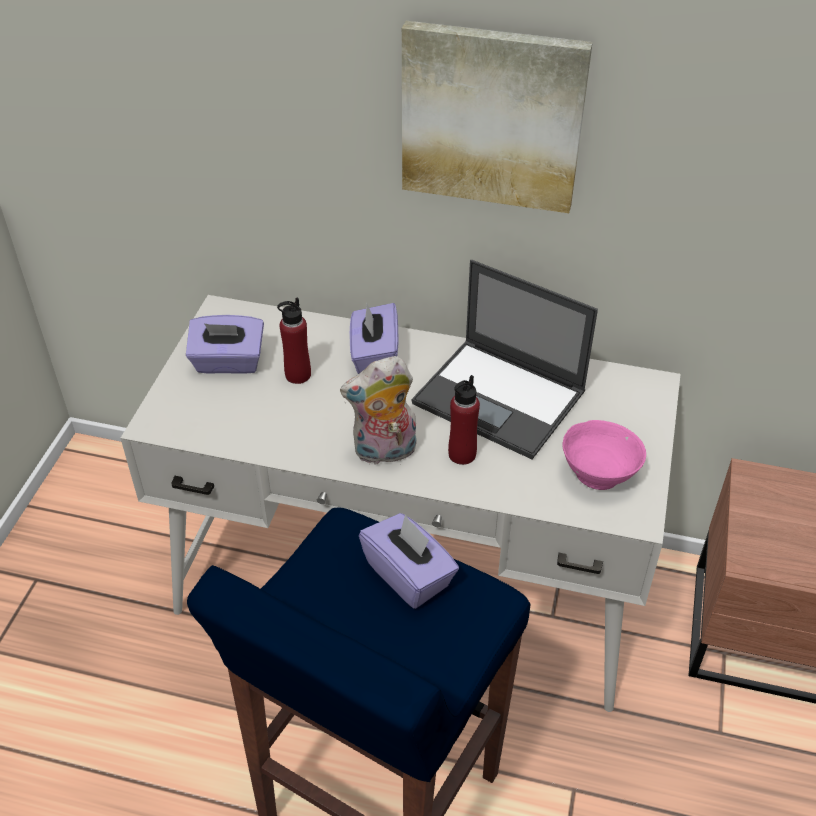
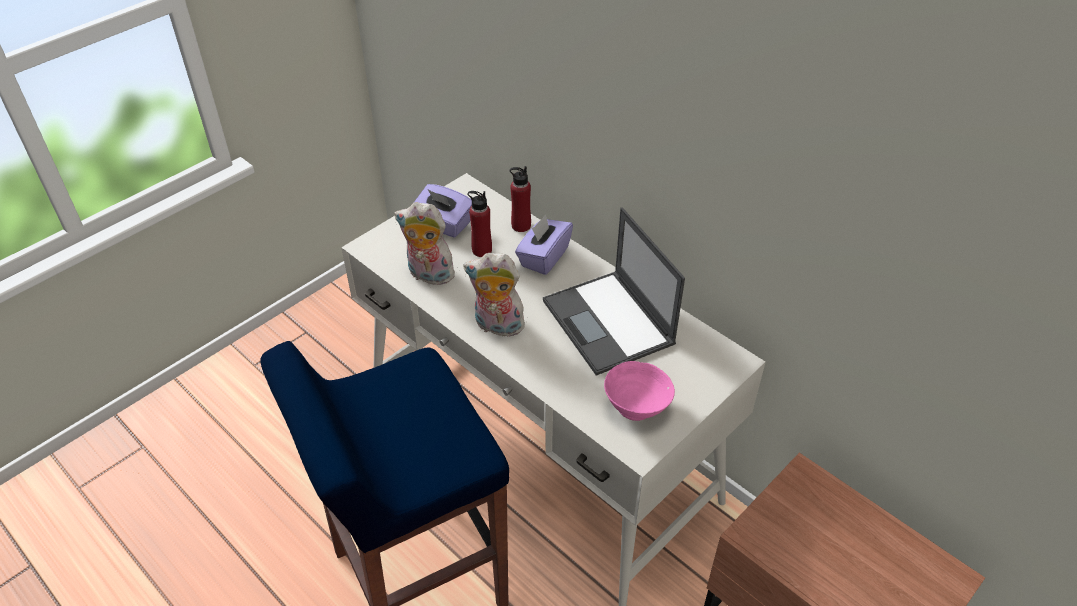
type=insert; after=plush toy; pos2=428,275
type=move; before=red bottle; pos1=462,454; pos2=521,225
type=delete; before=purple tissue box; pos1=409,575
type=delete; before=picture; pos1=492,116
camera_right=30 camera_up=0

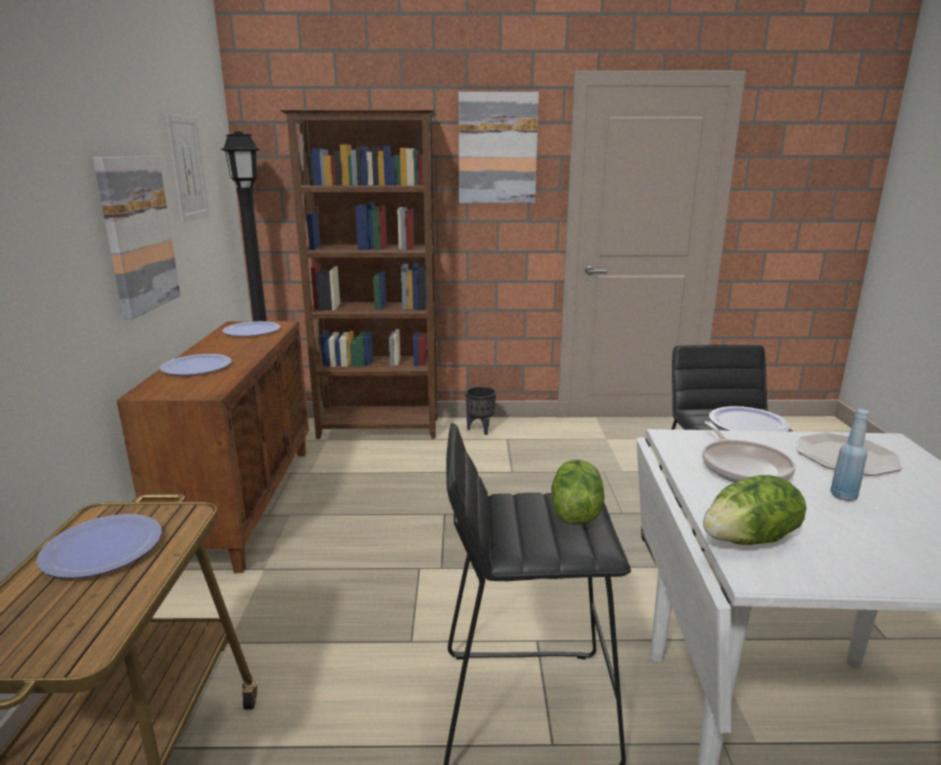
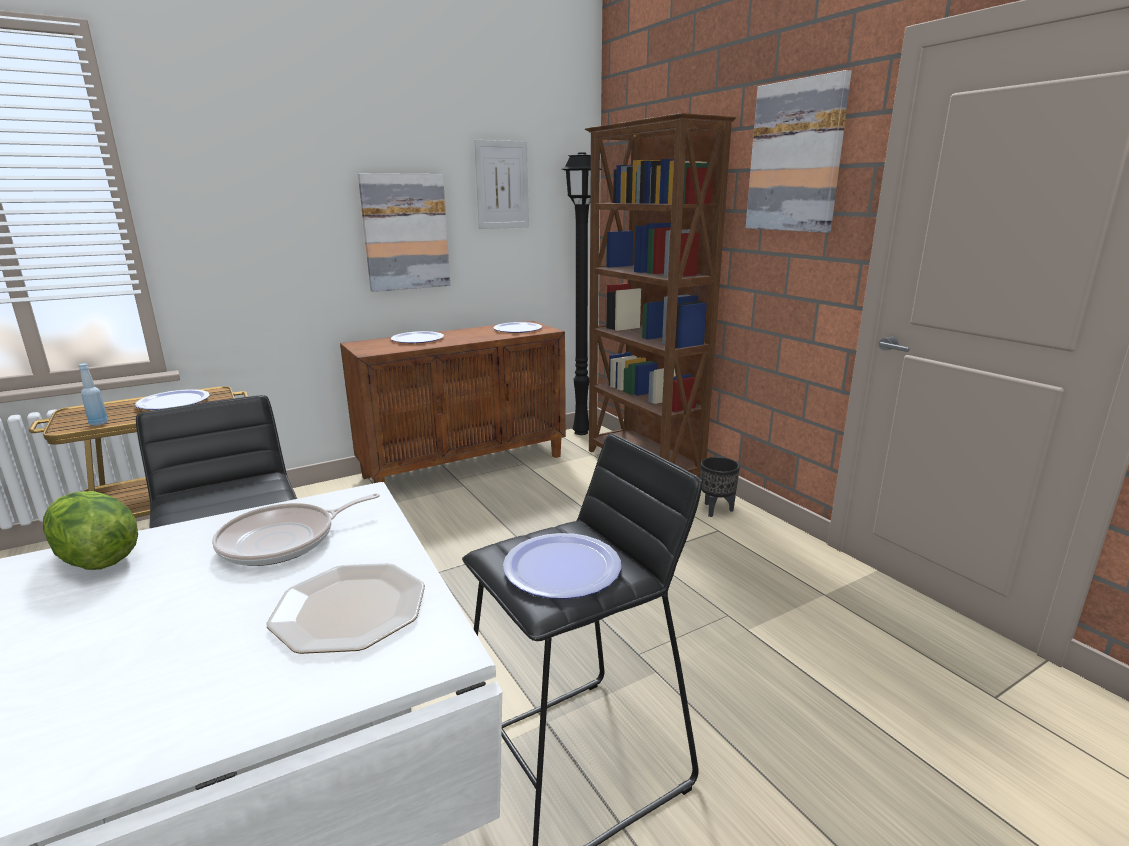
type=move; before=blue bottle; pos1=843,496; pos2=98,423
type=delete; before=lettuce; pos1=574,512
camera_right=60 camera_up=0

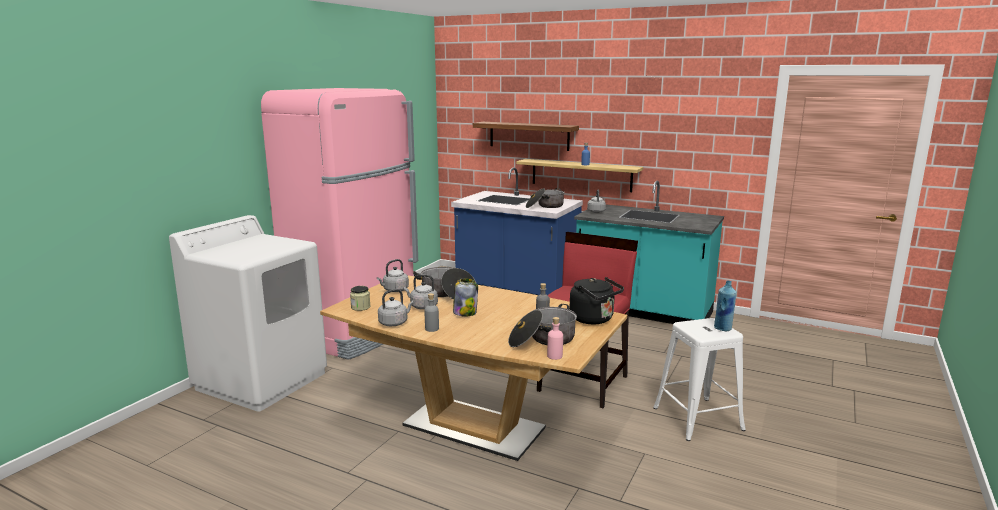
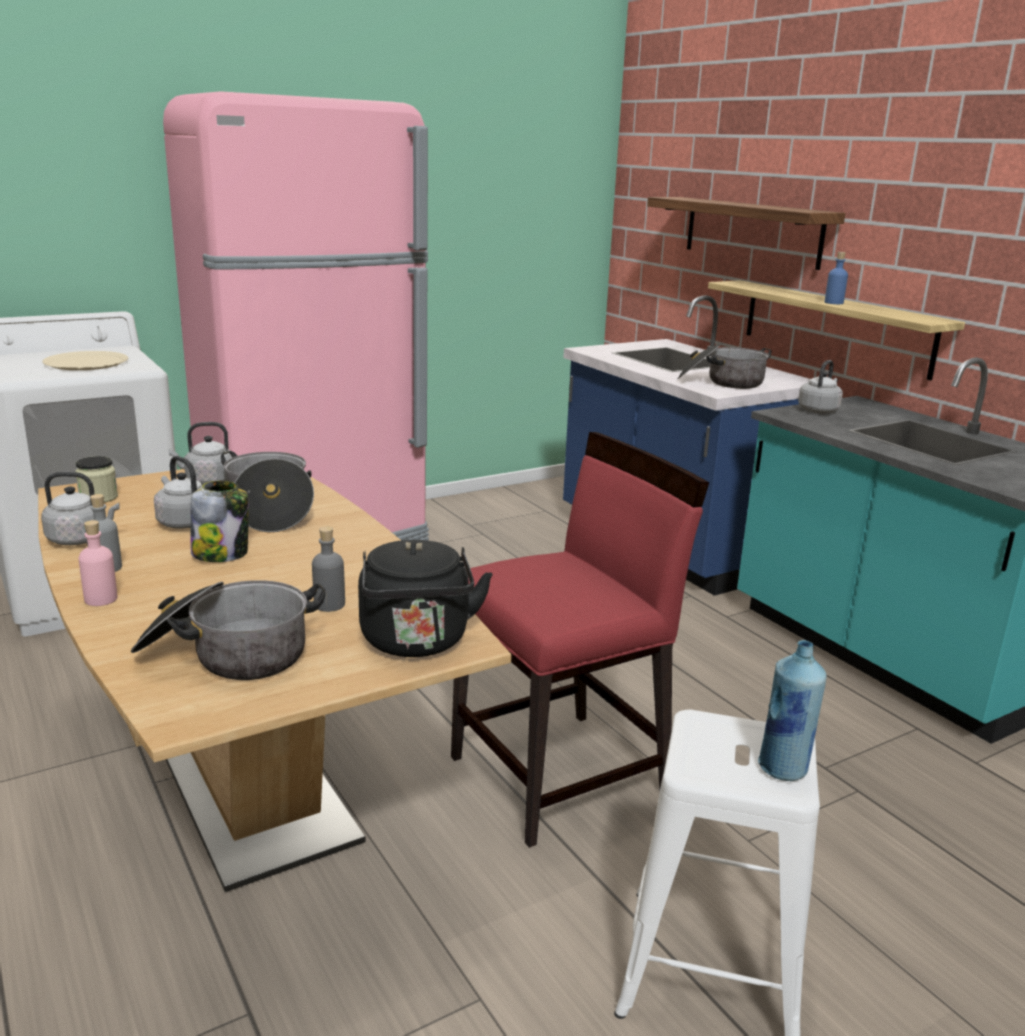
type=insert; after=beige plate; pos2=86,362
type=move; before=pink bottle; pos1=554,356; pos2=101,599
camera_right=30 camera_up=5

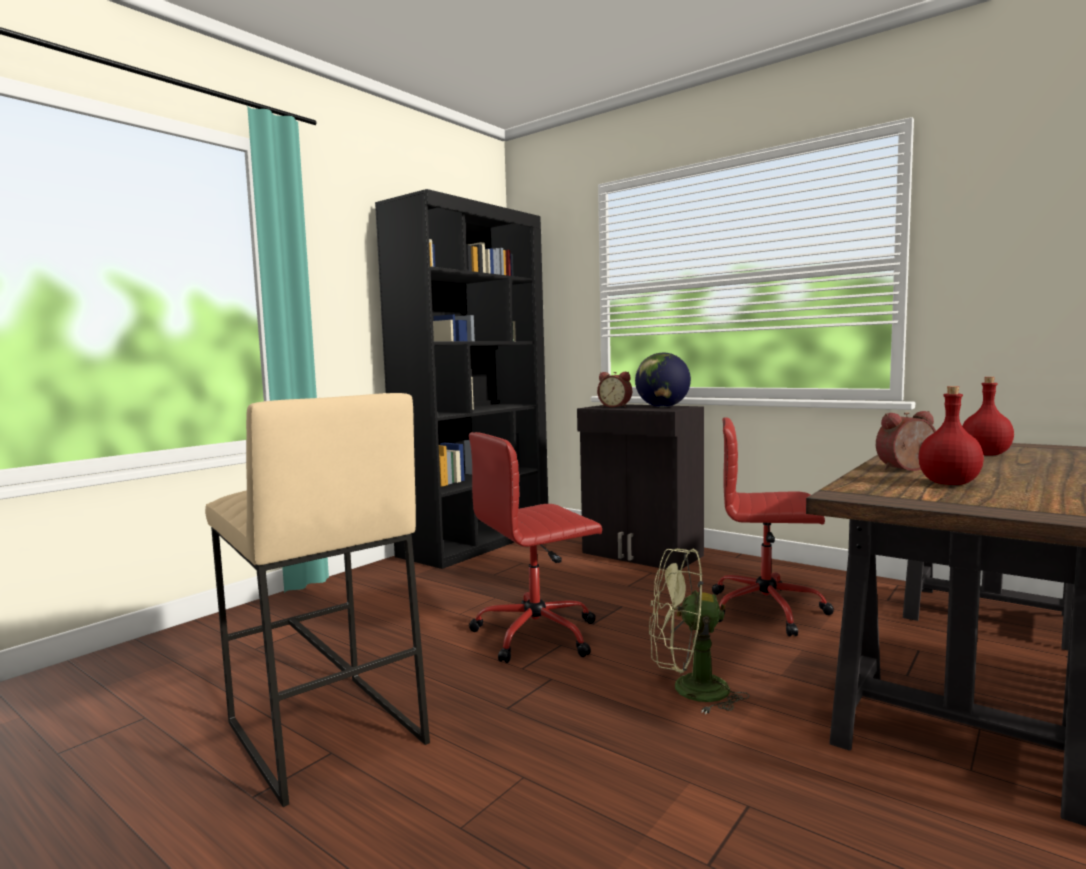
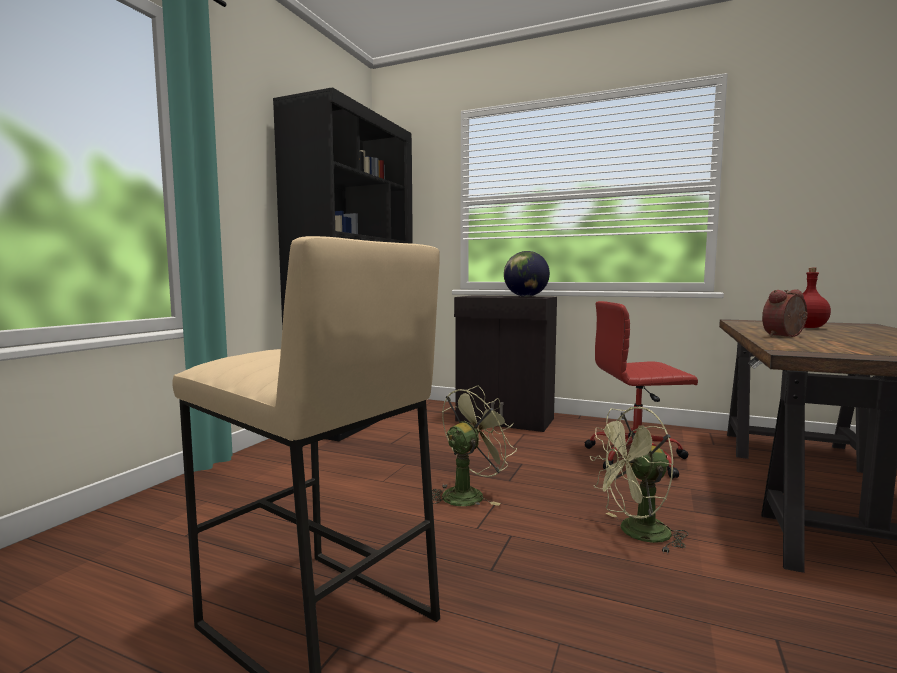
type=replace; before=red office chair; after=green fan; pos1=538,634; pos2=468,494
type=delete; before=alarm clock; pos1=615,406
type=delete; before=red bottle; pos1=947,483
camera_right=-15 camera_up=0

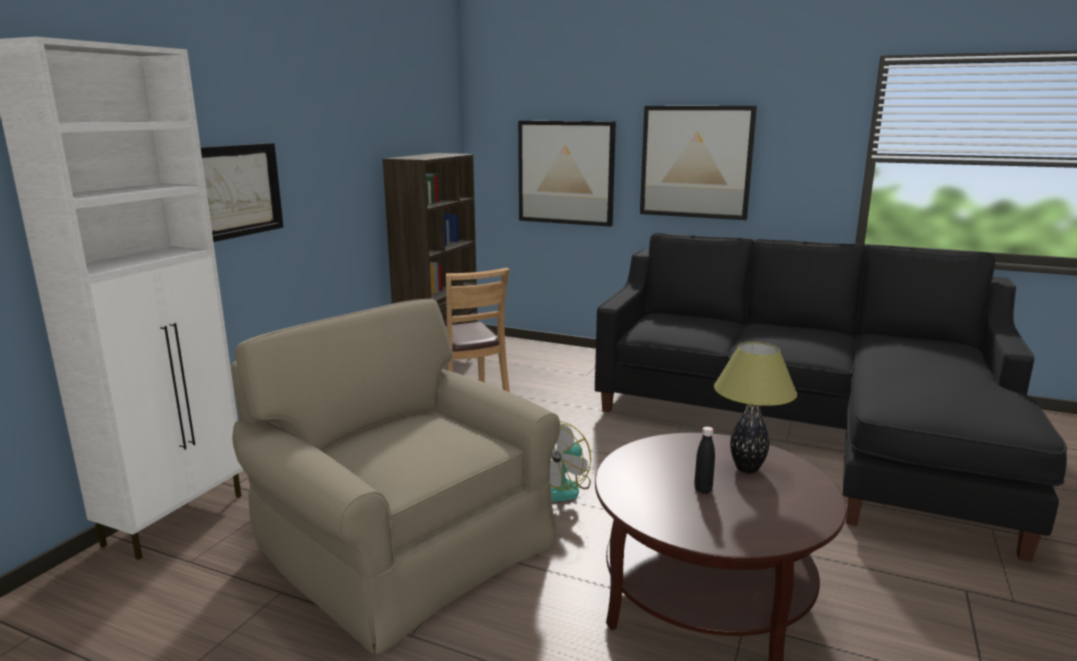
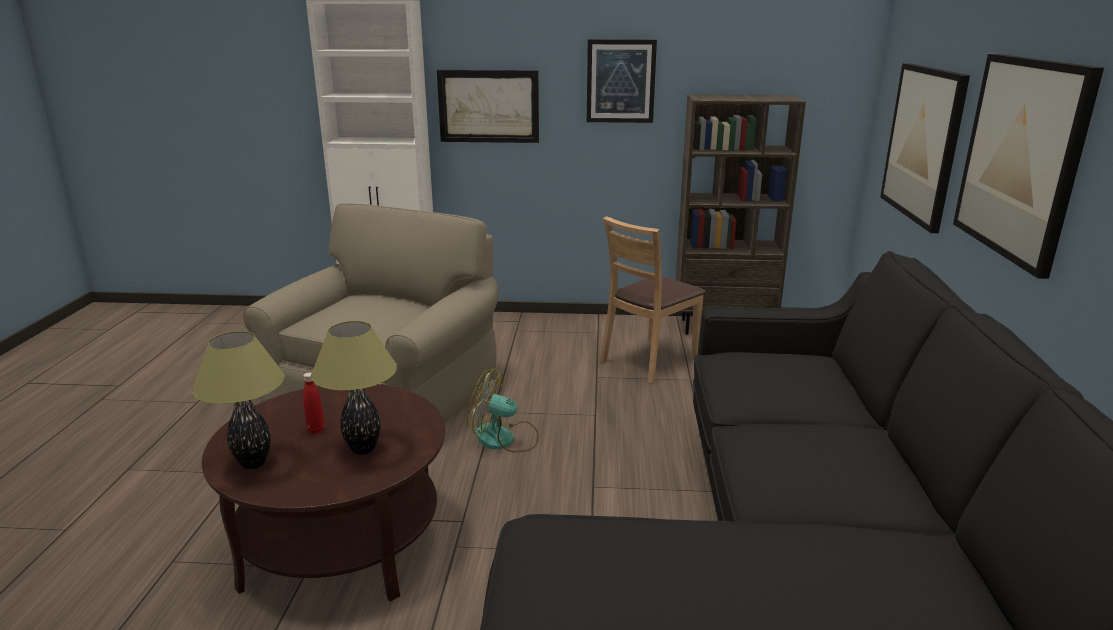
type=insert; after=table lamp; pos2=254,464
type=recolor; before=black bottle; after=red bottle; pos1=703,489; pos2=316,430
type=insert; after=picture; pos2=620,81
camera_right=70 camera_up=5

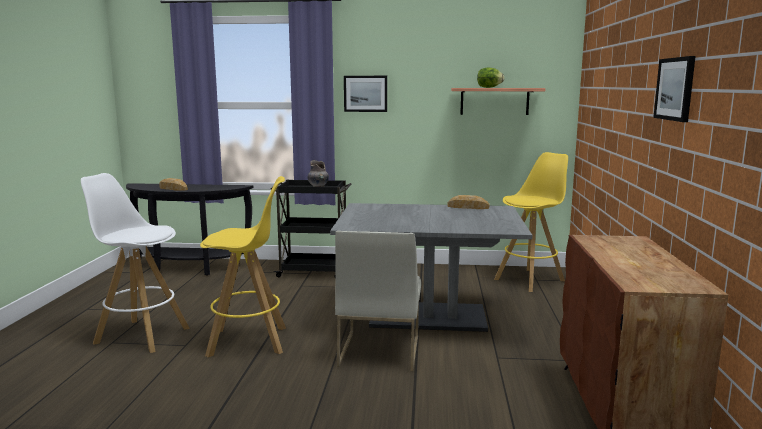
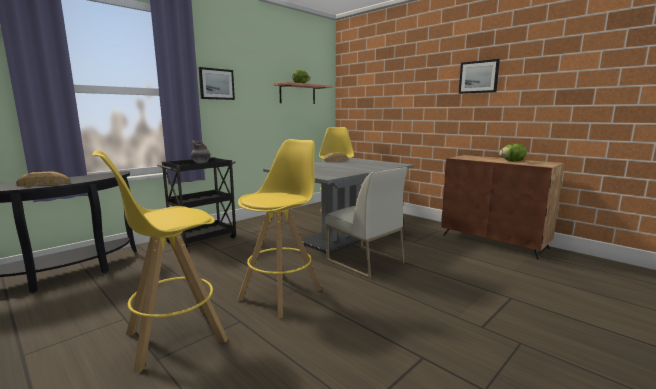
type=recolor; before=white stool; after=yellow stool; pos1=141,335; pos2=174,337
type=insert; after=lettuce; pos2=512,161
camera_right=-50 camera_up=0

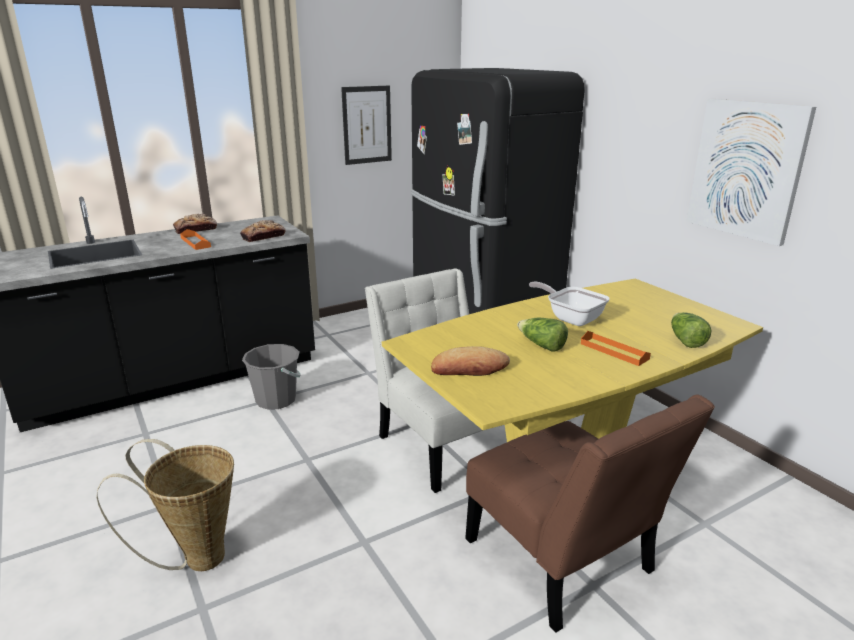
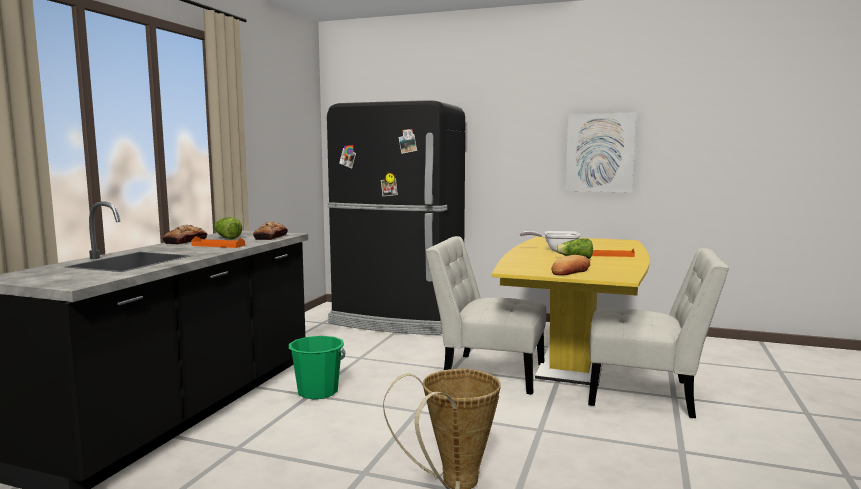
type=move; before=lettuce; pos1=685,340; pos2=227,238
type=recolor; before=grey bucket; after=green bucket; pos1=276,400; pos2=318,392
type=recolor; before=brown chair; after=white chair; pos1=564,563; pos2=647,395
type=delete; before=picture; pos1=367,125
camera_right=-40 camera_up=-15

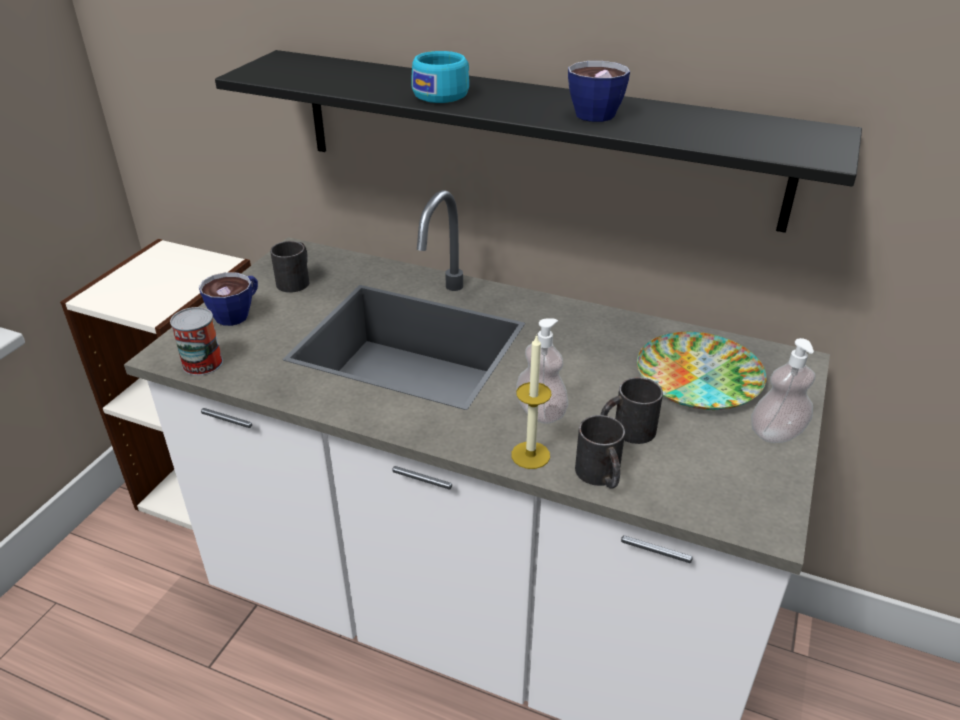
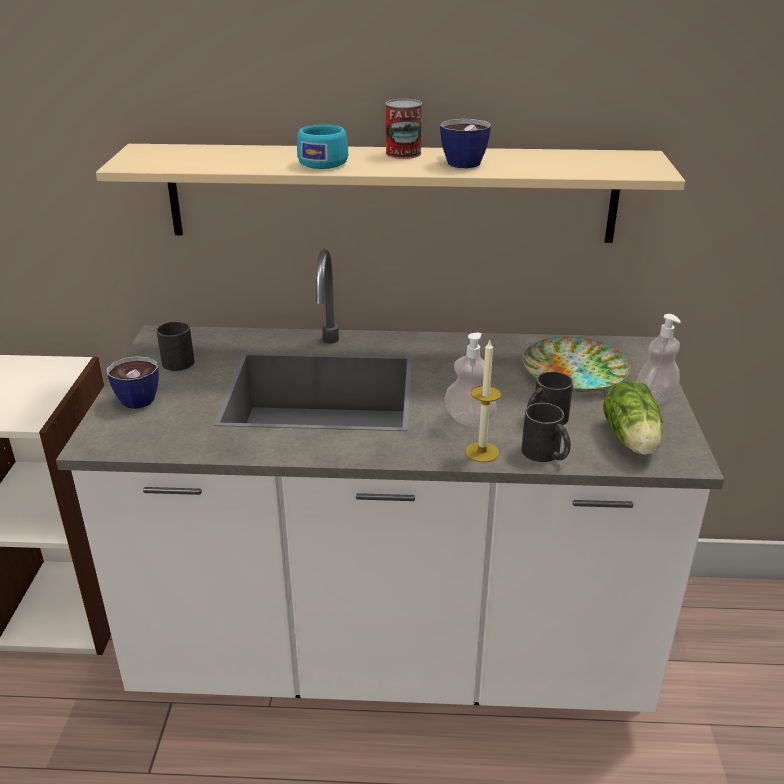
type=recolor; before=black shelf; after=beige shelf; pos1=532,137; pos2=391,193
type=move; before=can; pos1=202,363; pos2=403,153
type=insert; after=lettuce; pos2=632,440
camera_right=-20 camera_up=-5

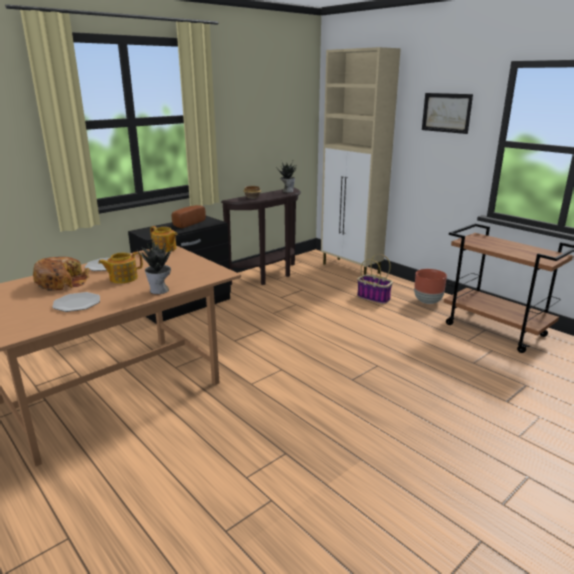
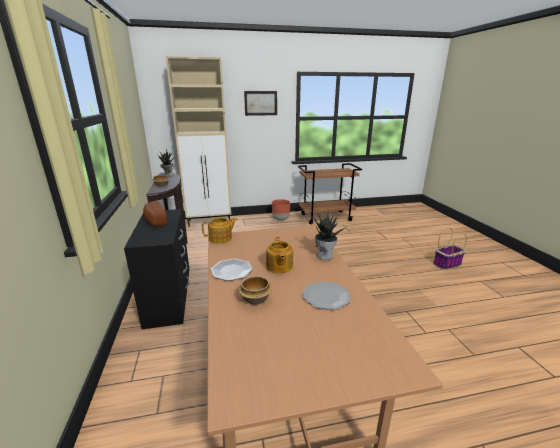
type=replace; before=bread; after=bowl; pos1=62,282; pos2=255,299
type=move; before=basket; pos1=374,298; pos2=447,264
camera_right=-60 camera_up=0

